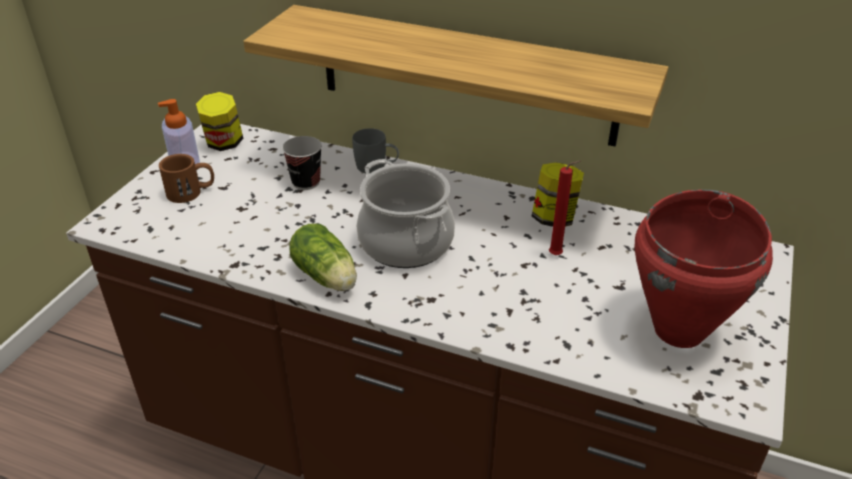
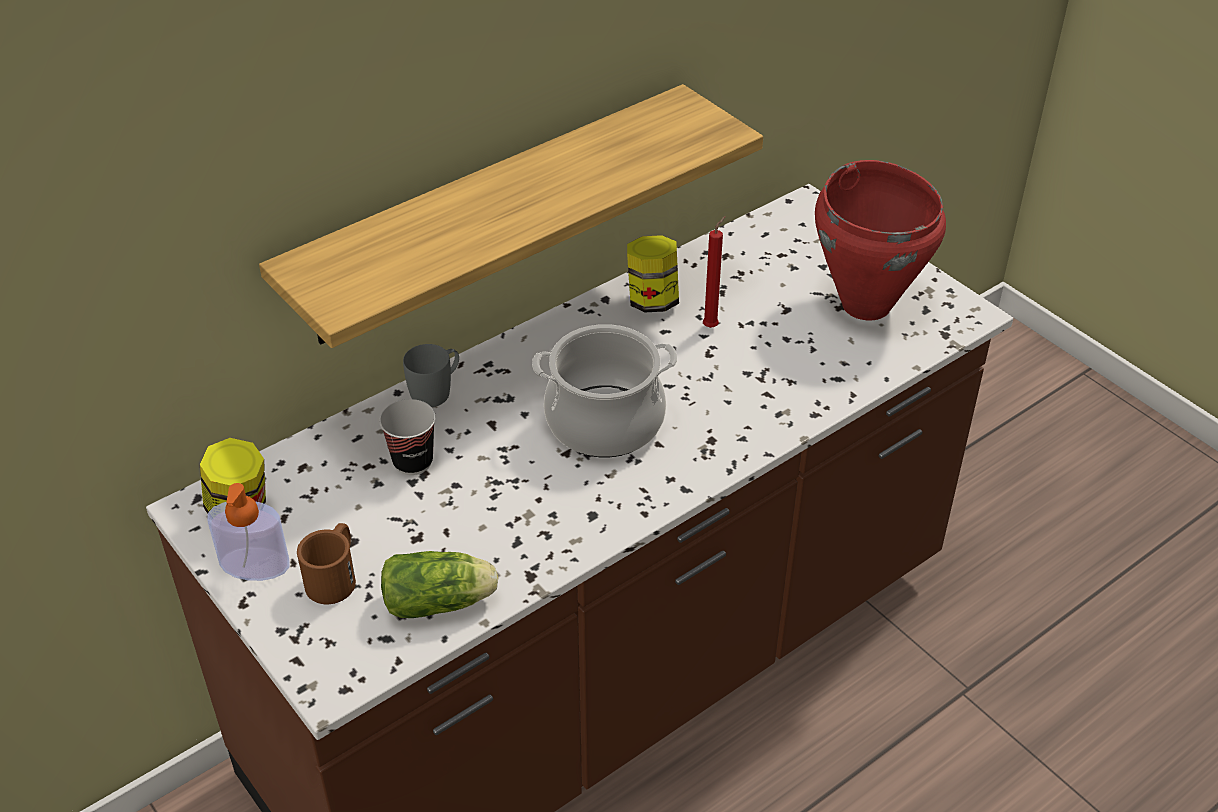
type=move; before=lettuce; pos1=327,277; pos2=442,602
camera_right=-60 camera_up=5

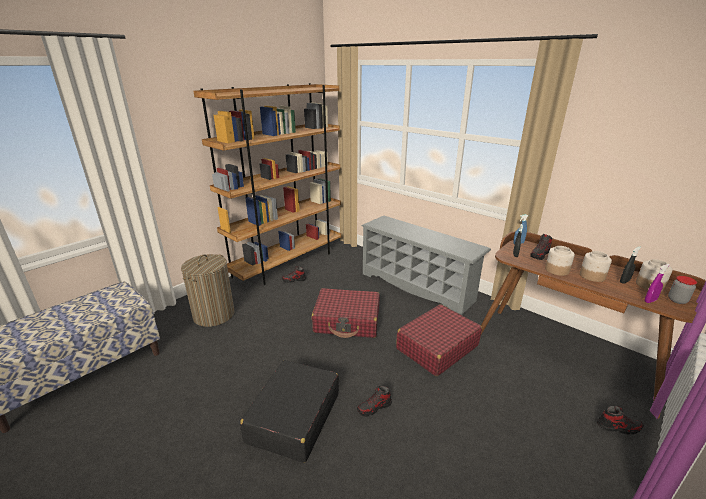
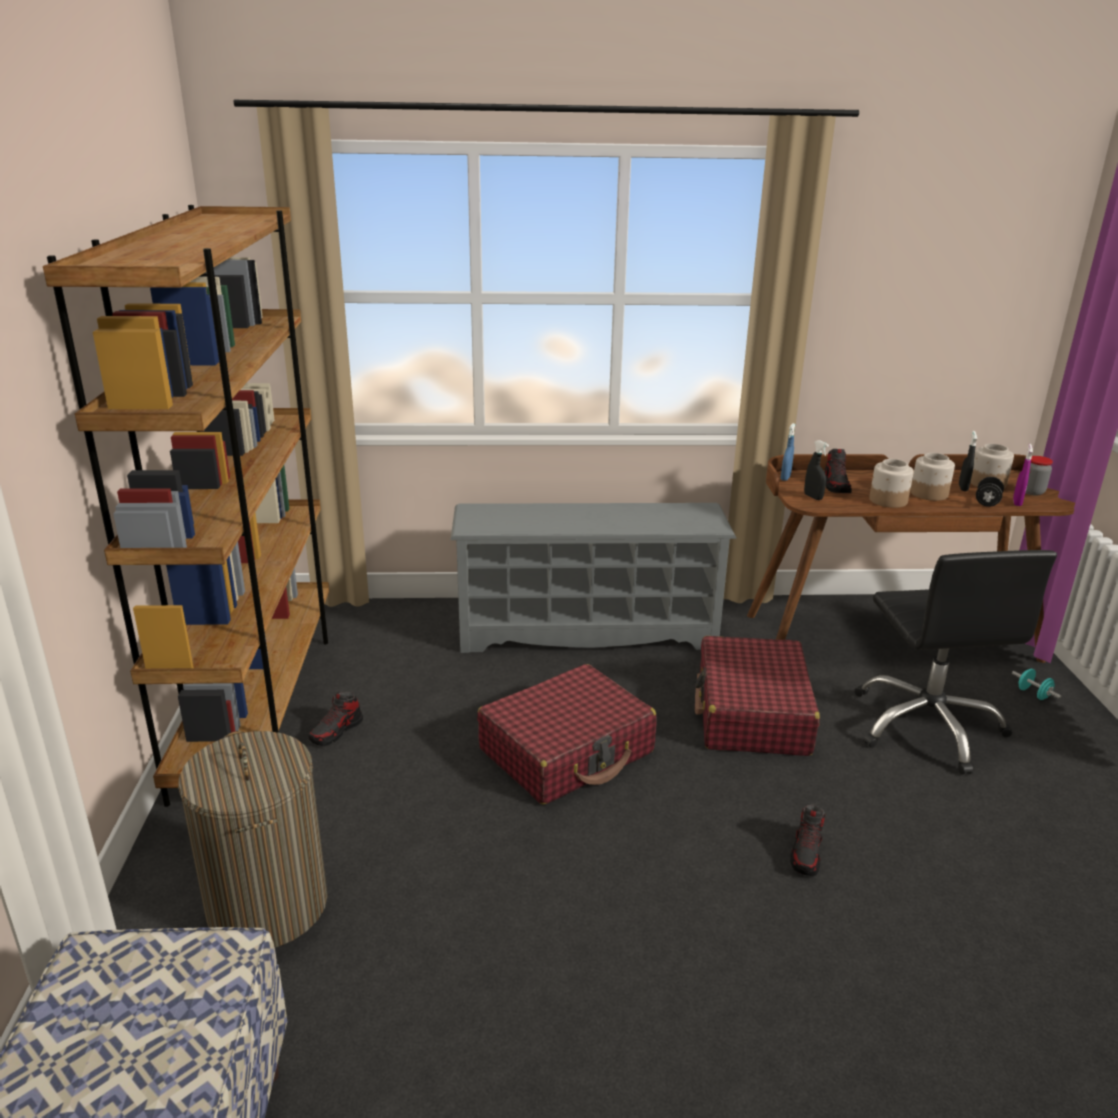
type=insert; after=black office chair; pos2=927,726
type=insert; after=black dumbbell; pos2=987,502
type=replace; before=shoe; after=turquoise dumbbell; pos1=618,427; pos2=1033,694
type=delete; before=black suitcase; pos1=293,417
camera_right=-45 camera_up=0

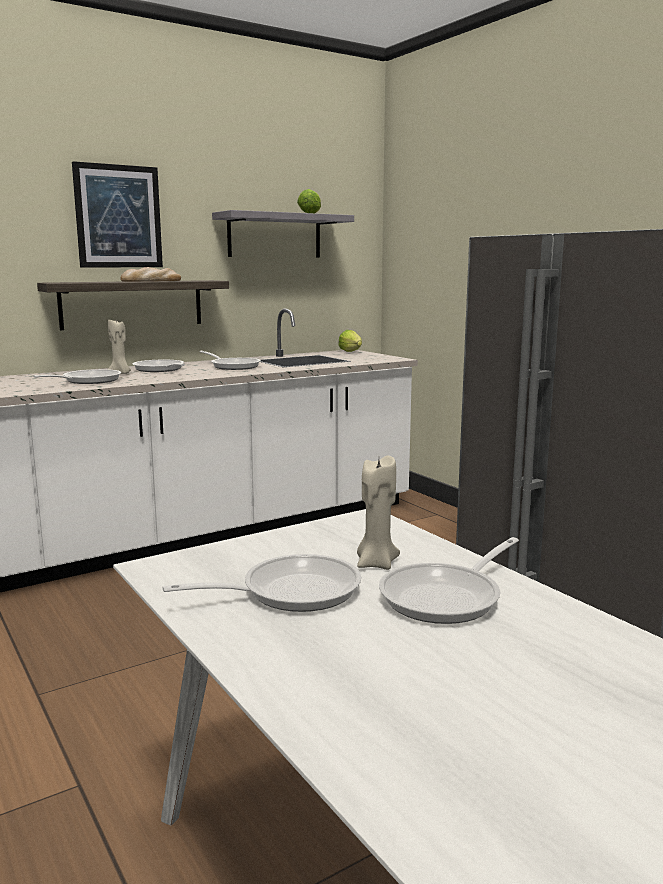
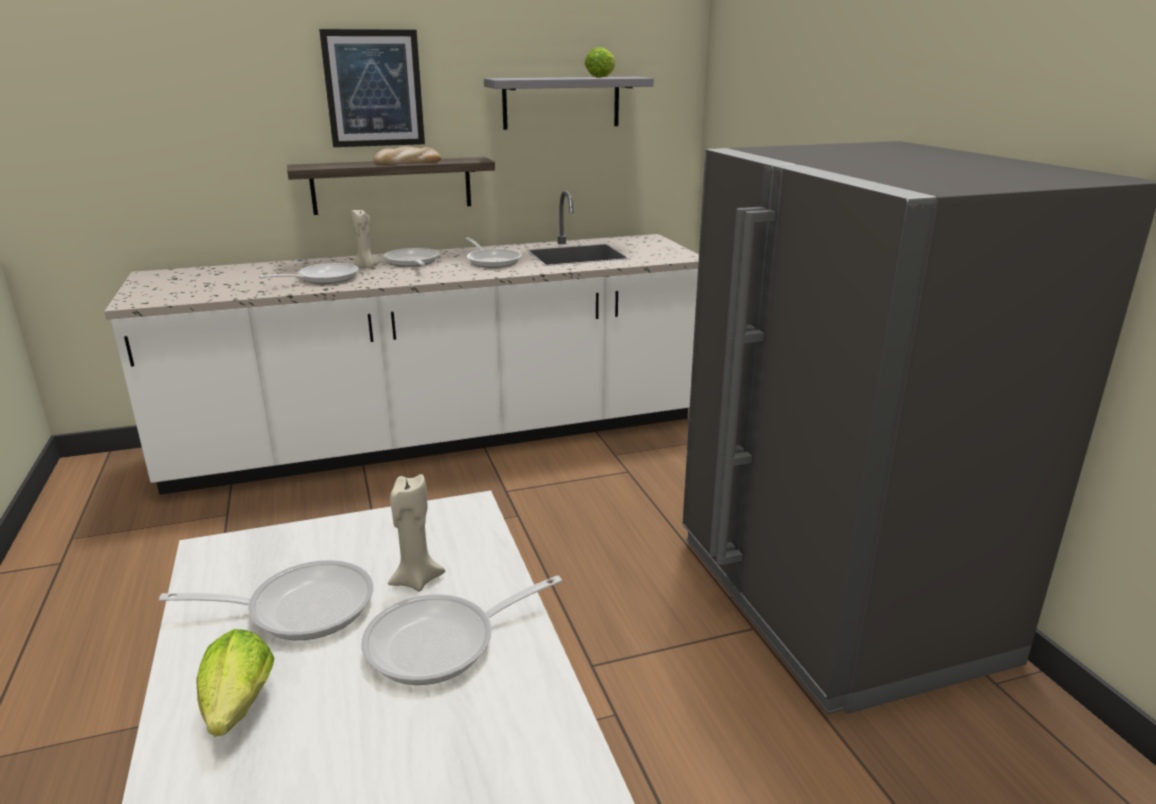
type=move; before=lettuce; pos1=351,352; pos2=237,712
camera_right=15 camera_up=10

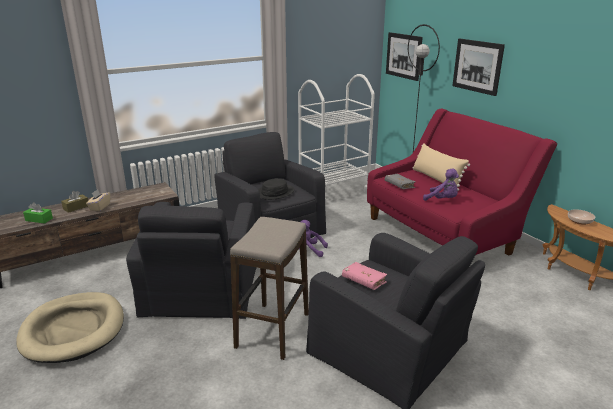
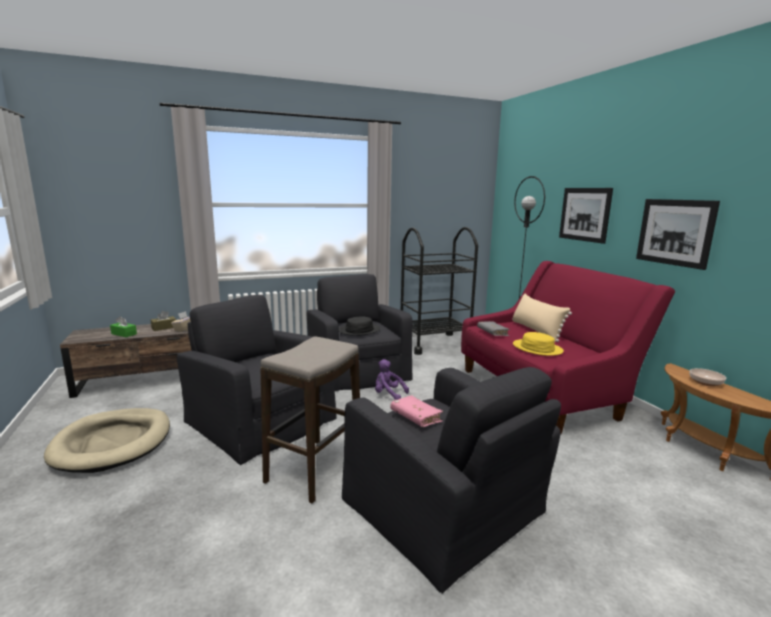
type=rotate; before=black armchair; pos1=201,290; pos2=259,419; turn=120
type=recolor; before=white cart; after=black cart; pos1=333,190; pos2=434,343
type=replace; before=purple plush toy; after=yellow hat; pos1=442,200; pos2=537,348
type=move; before=picture; pos1=403,56; pos2=675,232
camera_right=10 camera_up=-10

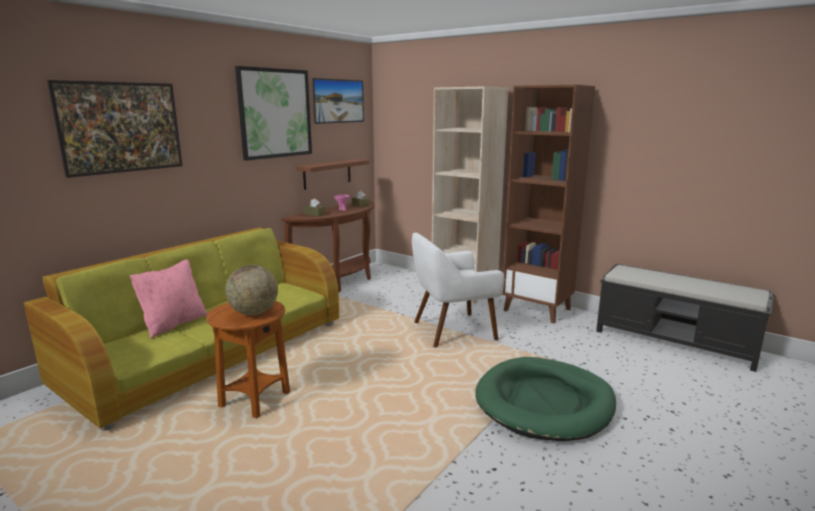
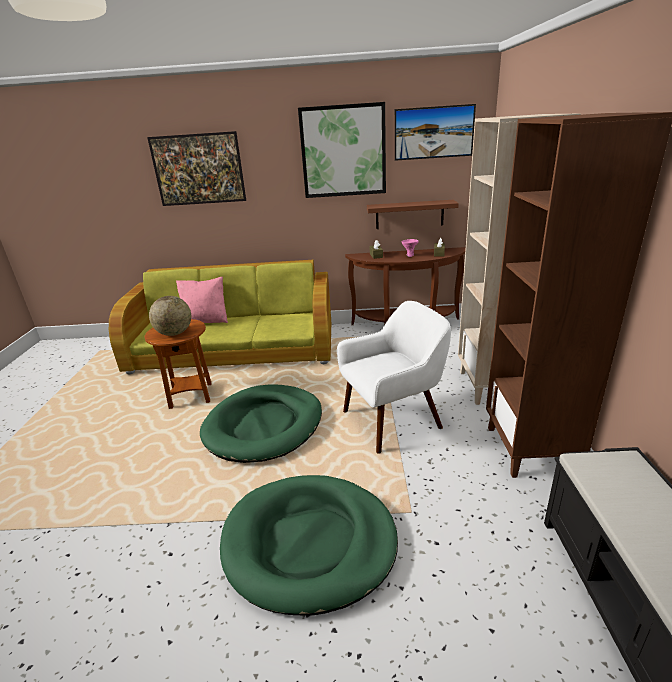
type=insert; after=green dog bed; pos2=264,426
type=rotate; before=white armchair; pos1=452,330; pos2=393,420; turn=120
camera_right=55 camera_up=10

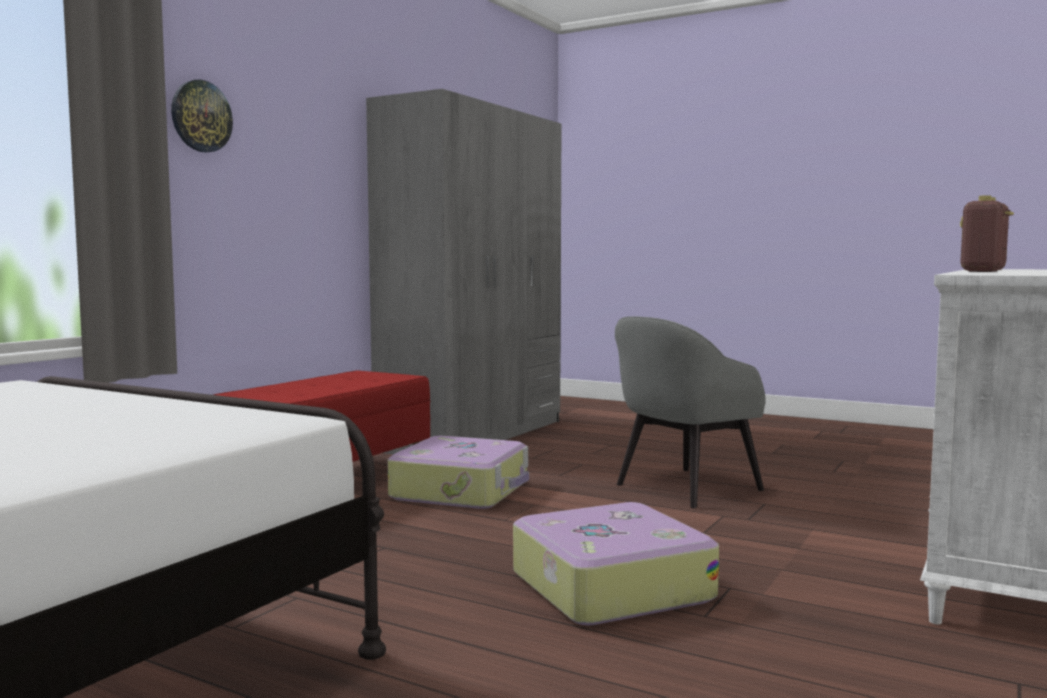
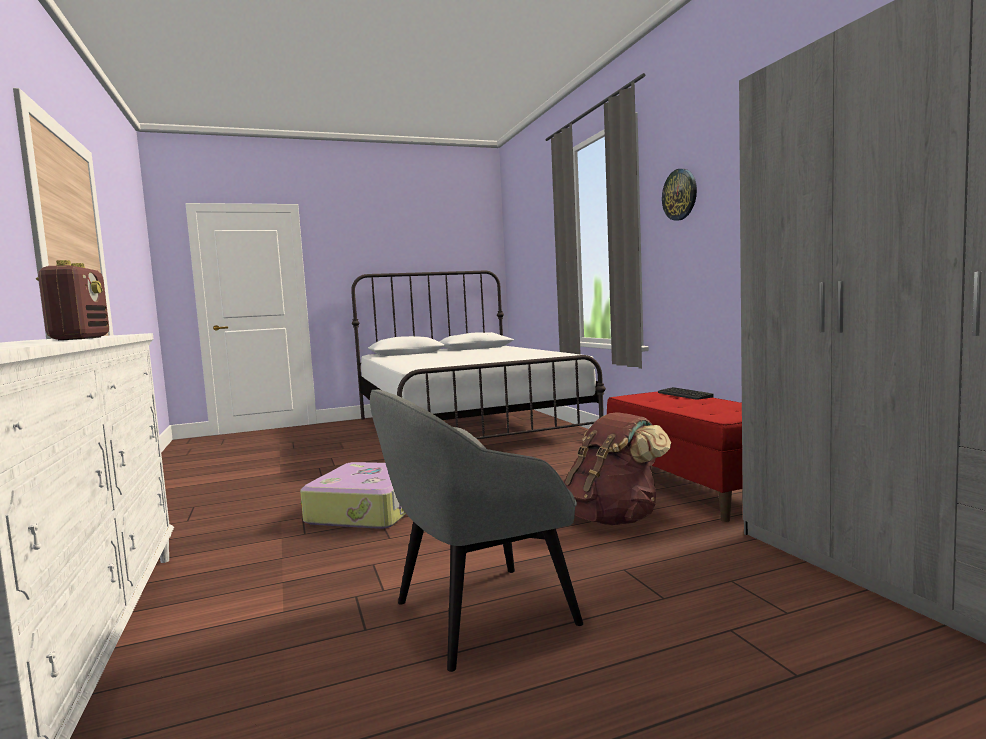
type=rotate; before=grey armchair; pos1=686,488; pos2=480,614; turn=-120
type=replace; before=suitcase; after=brown backpack; pos1=462,490; pos2=613,519
type=insert; after=keyboard; pos2=684,394
camera_right=130 camera_up=0

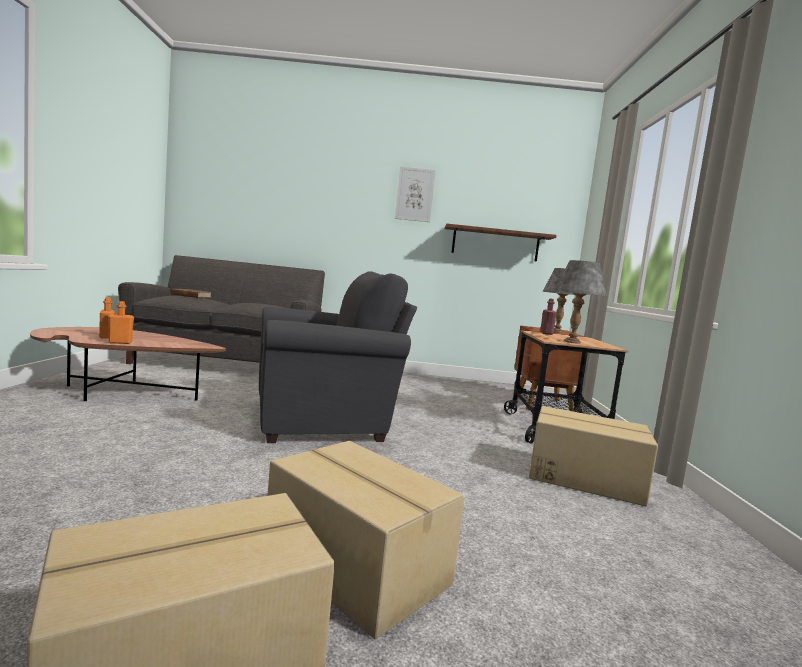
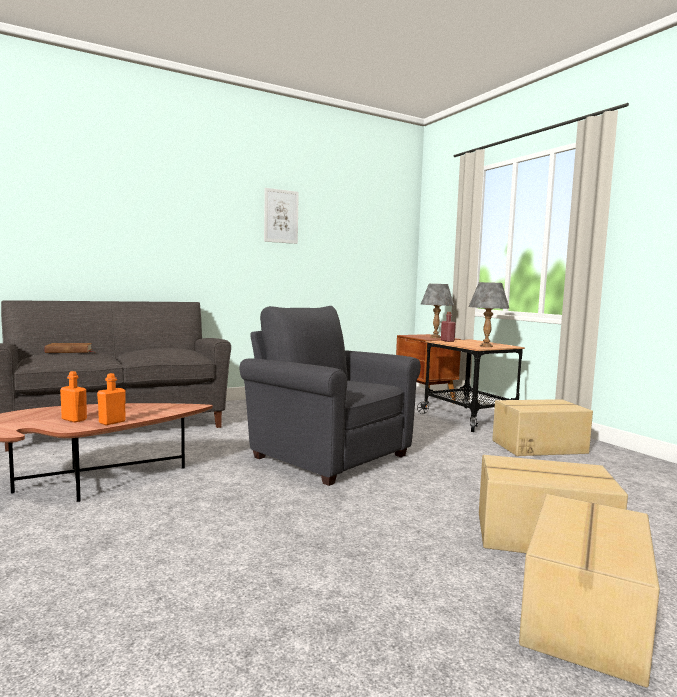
type=rotate; before=grey armchair; pos1=325,421; pos2=326,454; turn=-90
type=delete; before=brown shelf; pos1=495,244
camera_right=-30 camera_up=0

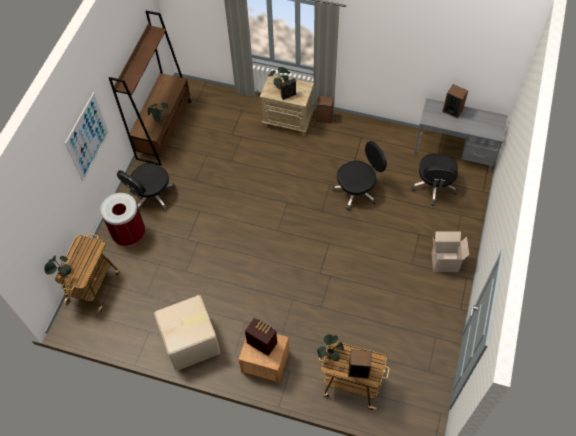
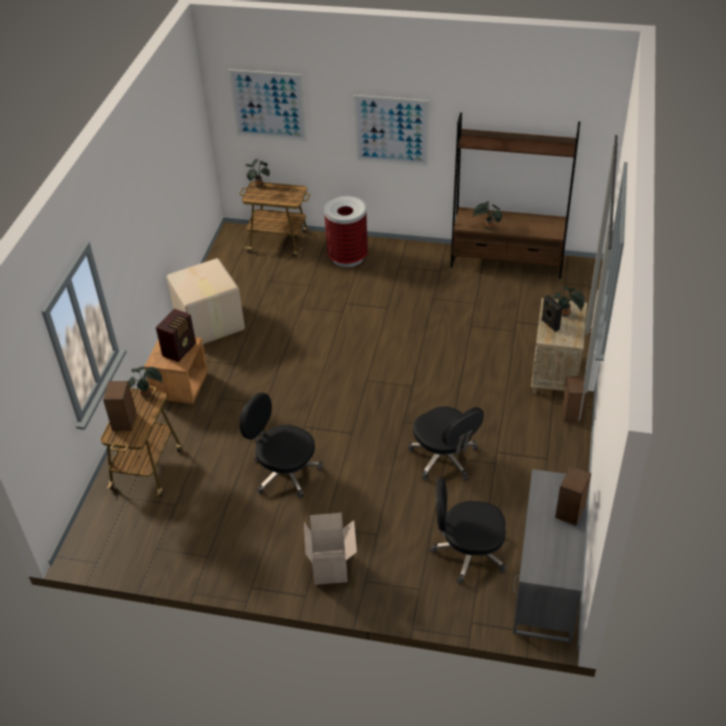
type=insert; after=picture; pos2=268,105
type=move; before=black office chair; pos1=151,196; pos2=284,472
camera_right=85 camera_up=-15

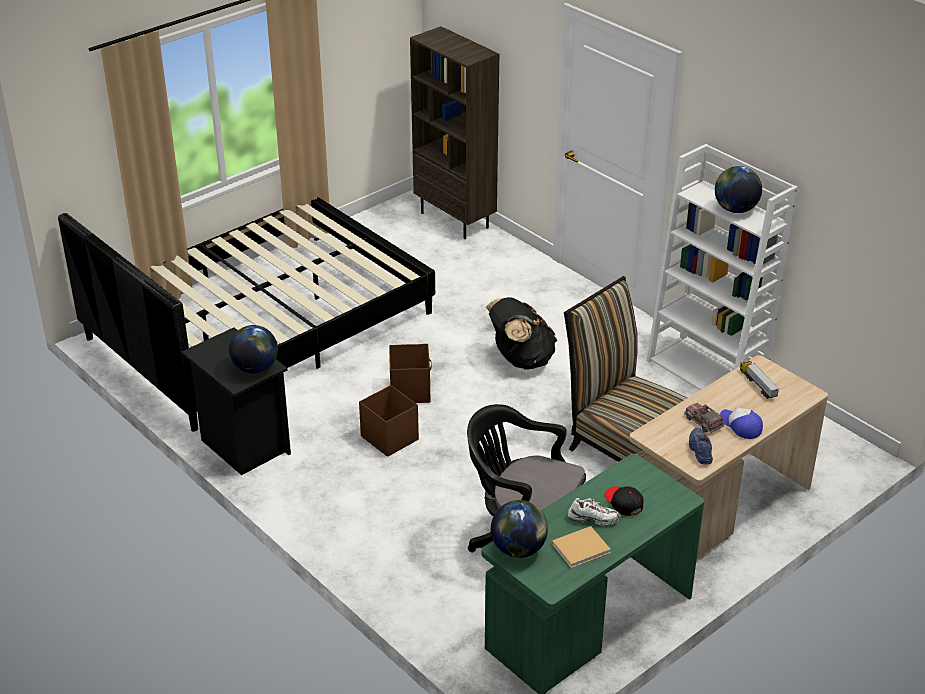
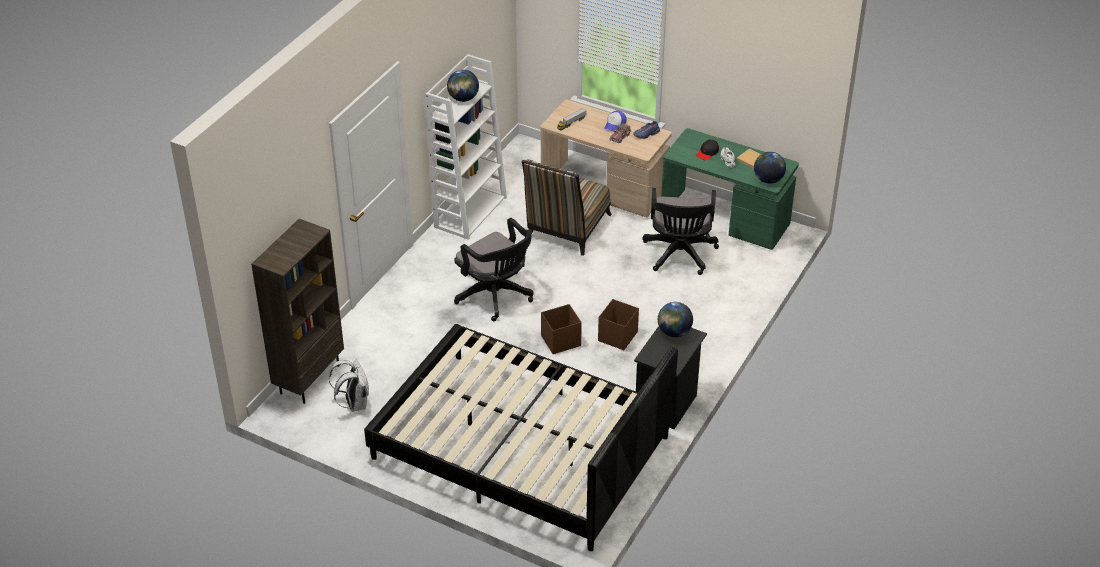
type=insert; after=white backpack; pos2=354,403
type=replace; before=black backpack; after=black office chair; pos1=520,360; pos2=496,297
camera_right=-110 camera_up=5

